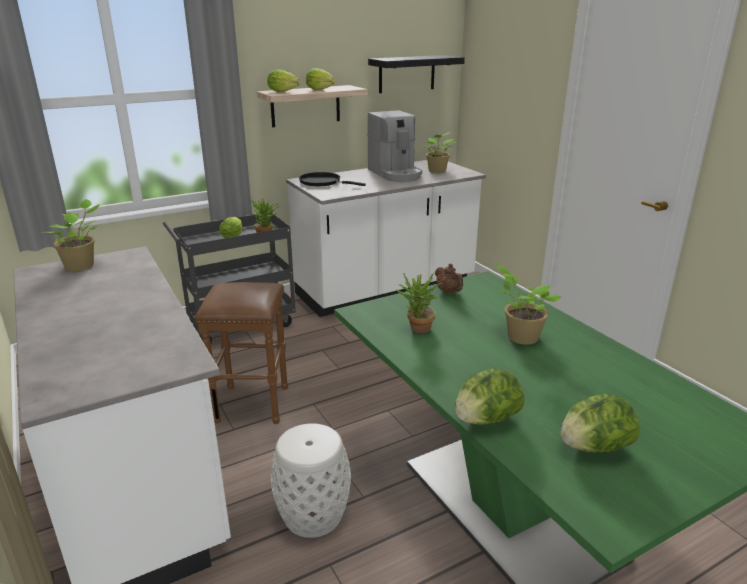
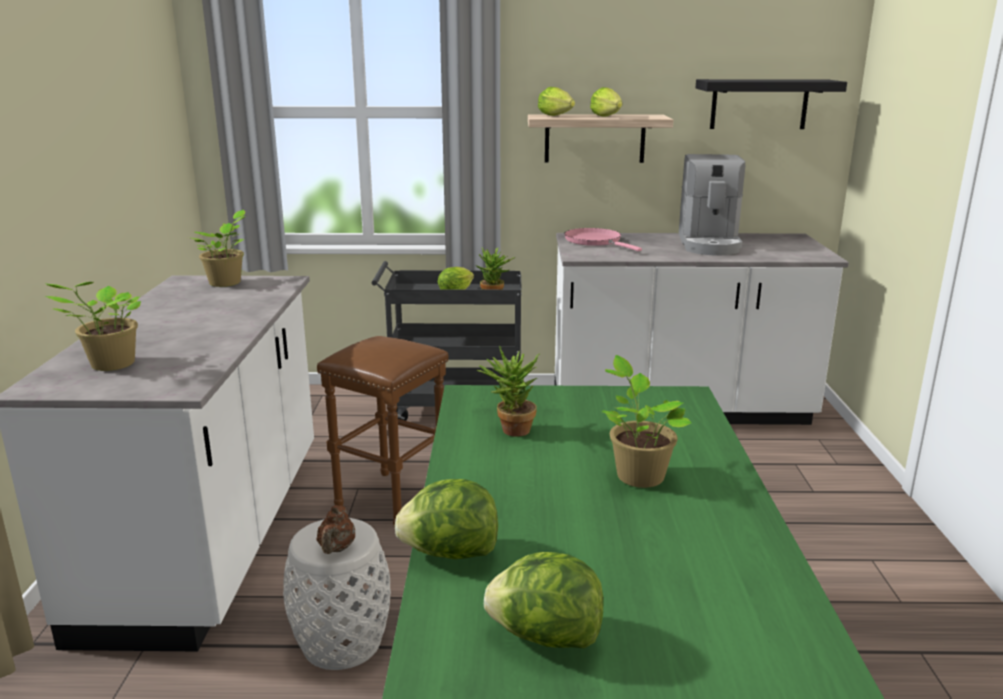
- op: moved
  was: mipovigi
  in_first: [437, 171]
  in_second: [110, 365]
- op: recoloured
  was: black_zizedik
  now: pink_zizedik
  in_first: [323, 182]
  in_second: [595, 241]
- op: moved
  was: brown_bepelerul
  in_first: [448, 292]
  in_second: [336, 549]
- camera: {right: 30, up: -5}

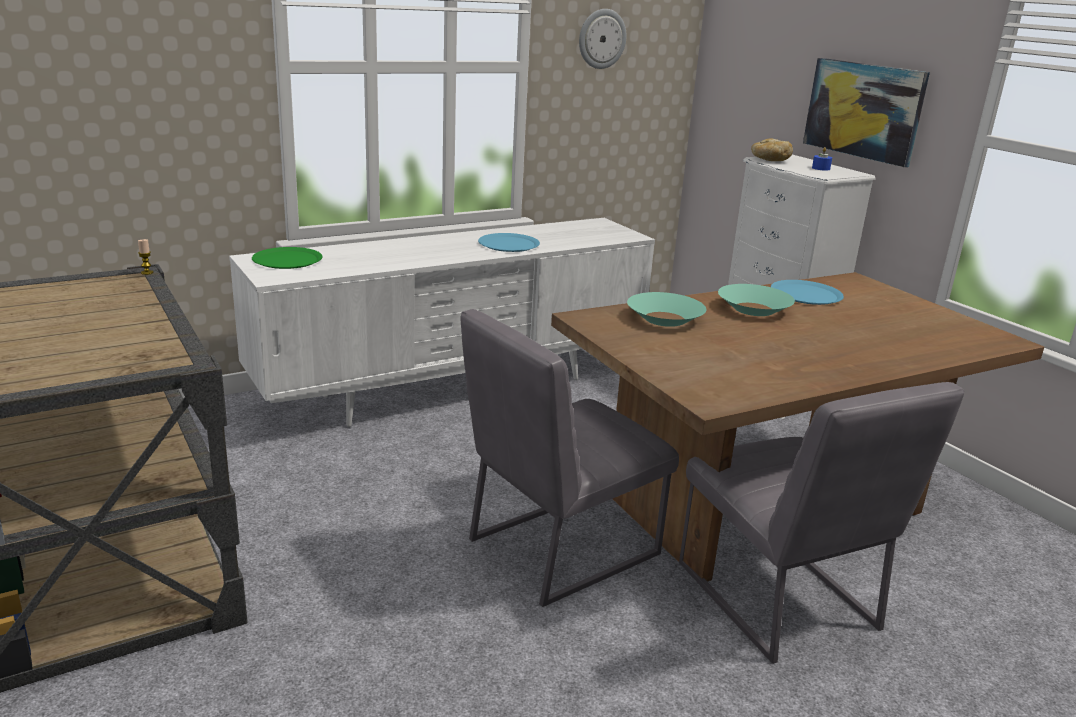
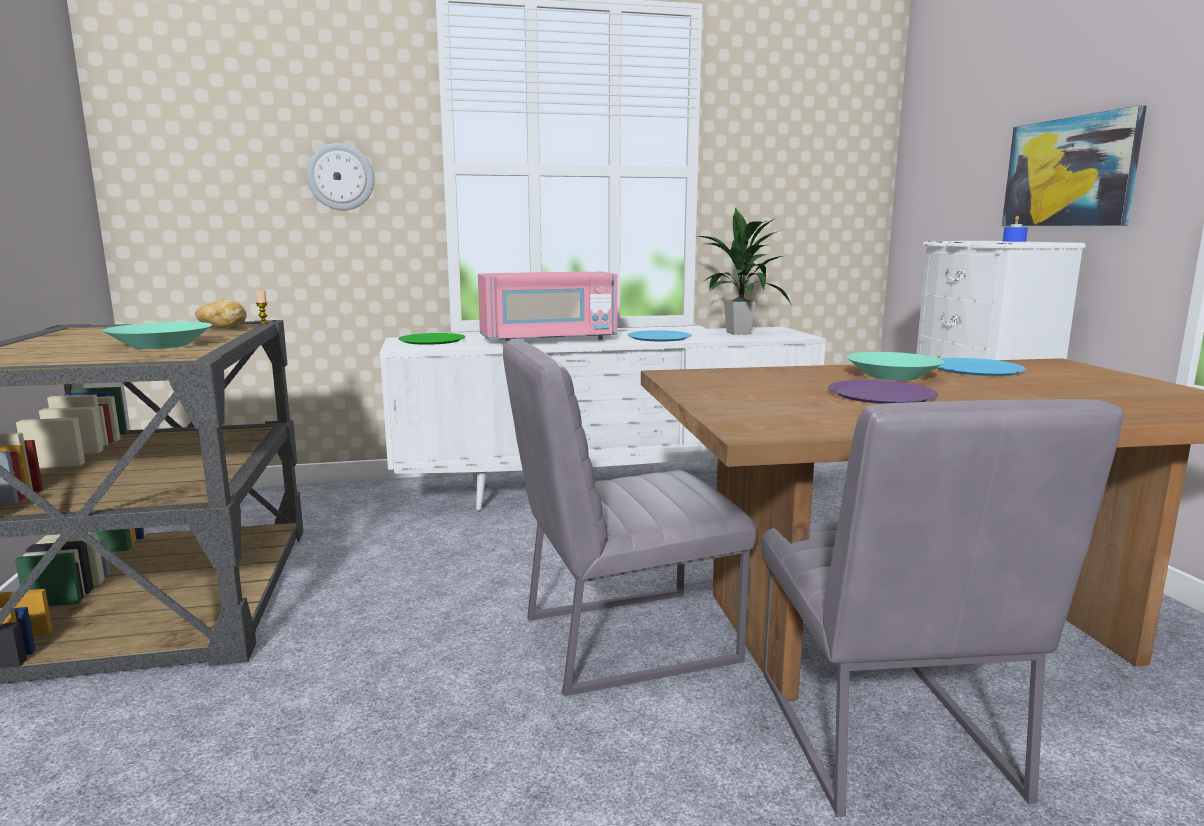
- op: moved
  was: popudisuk
  in_first: [601, 38]
  in_second: [341, 177]
- op: moved
  was: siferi
  in_first: [769, 160]
  in_second: [223, 327]
- op: moved
  was: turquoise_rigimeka
  in_first: [665, 318]
  in_second: [161, 345]
- op: added
  now: mipovigi
  in_second: [738, 333]
- op: added
  now: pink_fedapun
  in_second: [549, 339]
- op: added
  now: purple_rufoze
  in_second: [881, 394]
- camera: {right: 20, up: -10}

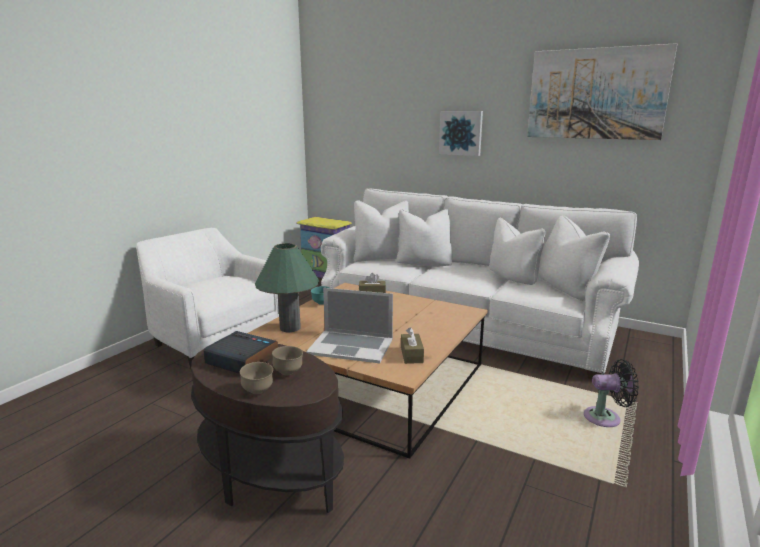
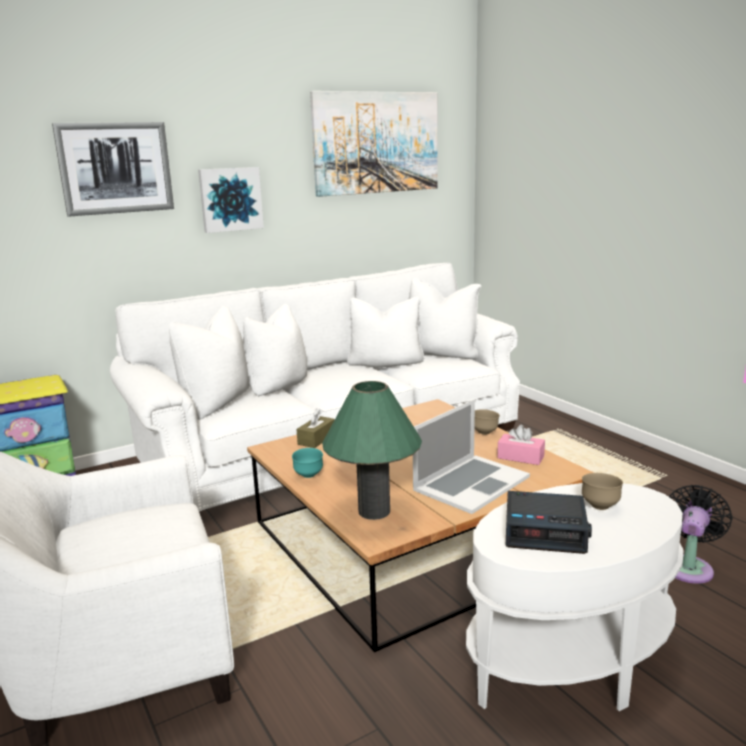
- op: recoloured
  was: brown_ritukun
  now: pink_ritukun
  in_first: [411, 355]
  in_second: [520, 457]
- op: turned
  was: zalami
  in_first: [242, 360]
  in_second: [546, 530]
  clockwise: -135
- op: recoloured
  was: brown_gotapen
  now: white_gotapen
  in_first: [270, 473]
  in_second: [570, 661]
- op: moved
  was: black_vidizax
  in_first: [606, 418]
  in_second: [689, 567]
- op: moved
  was: brown_rigimeka
  in_first: [258, 391]
  in_second: [485, 433]
- op: added
  now: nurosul
  in_second: [115, 168]
- camera: {right: -60, up: 0}

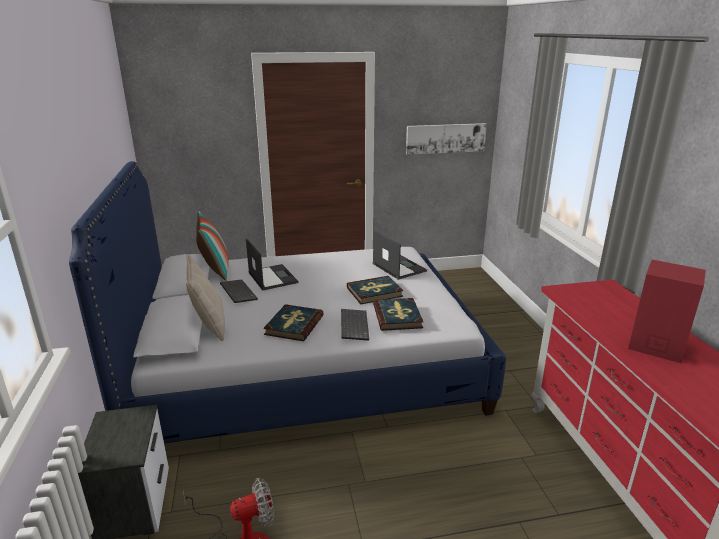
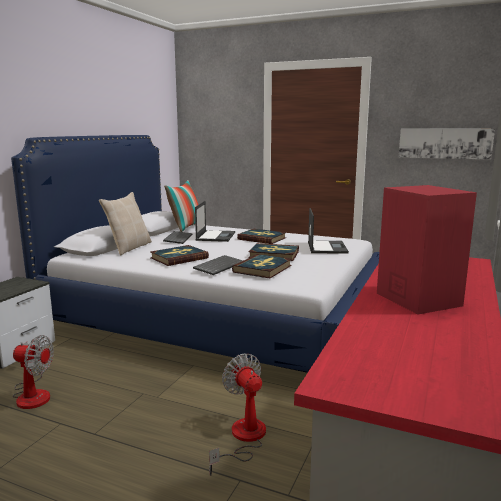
- op: added
  now: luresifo
  in_second: [262, 238]
- op: added
  now: vidizax
  in_second: [243, 438]
- camera: {right: 35, up: -10}

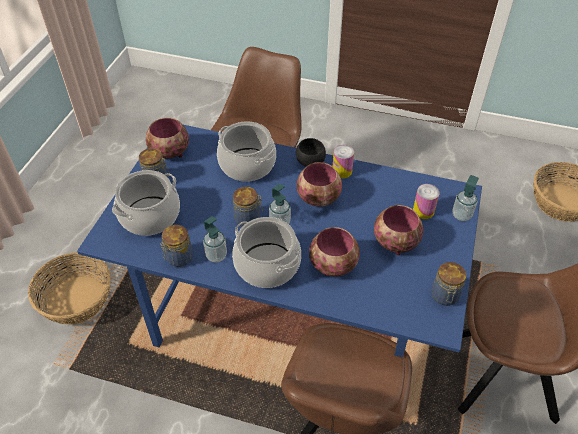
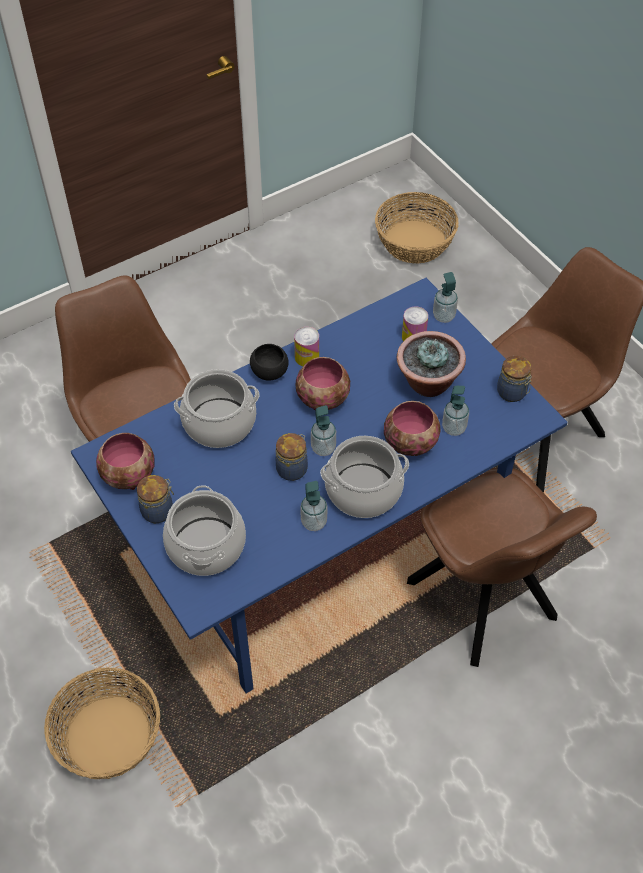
- op: replaced
  was: rigimeka
  now: mipovigi
  in_first: [394, 243]
  in_second: [427, 383]
- op: removed
  was: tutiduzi
  in_first: [178, 258]
- op: added
  now: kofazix
  in_second: [454, 428]
- camera: {right: -50, up: 5}

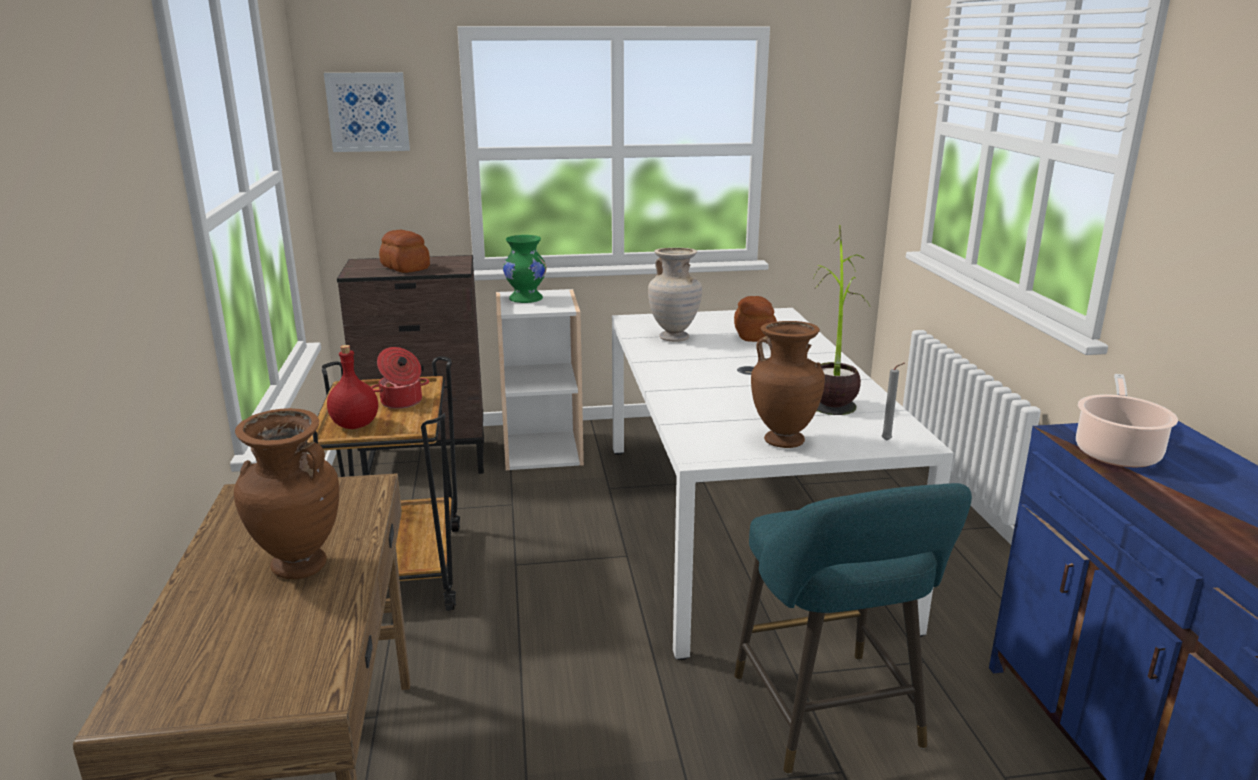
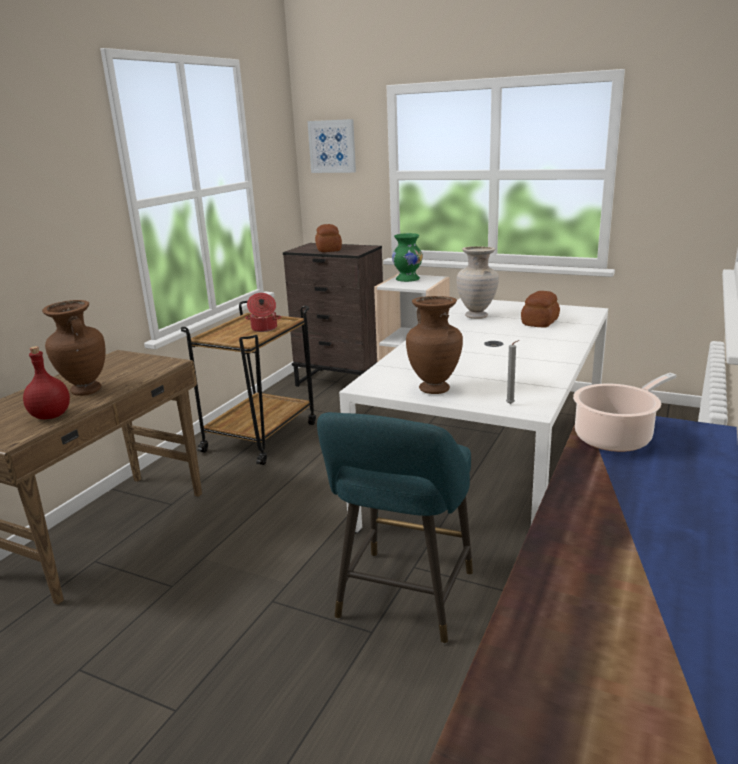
- op: removed
  was: mipovigi
  in_first: [832, 395]
- op: moved
  was: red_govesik
  in_first: [354, 425]
  in_second: [50, 416]
- camera: {right: 35, up: 0}

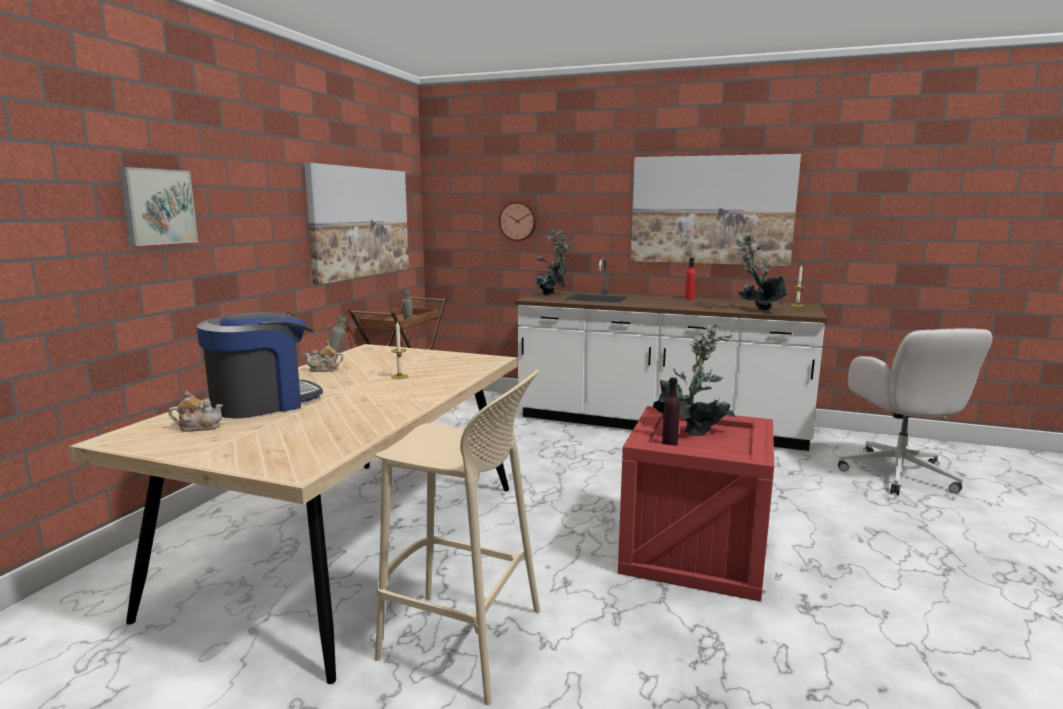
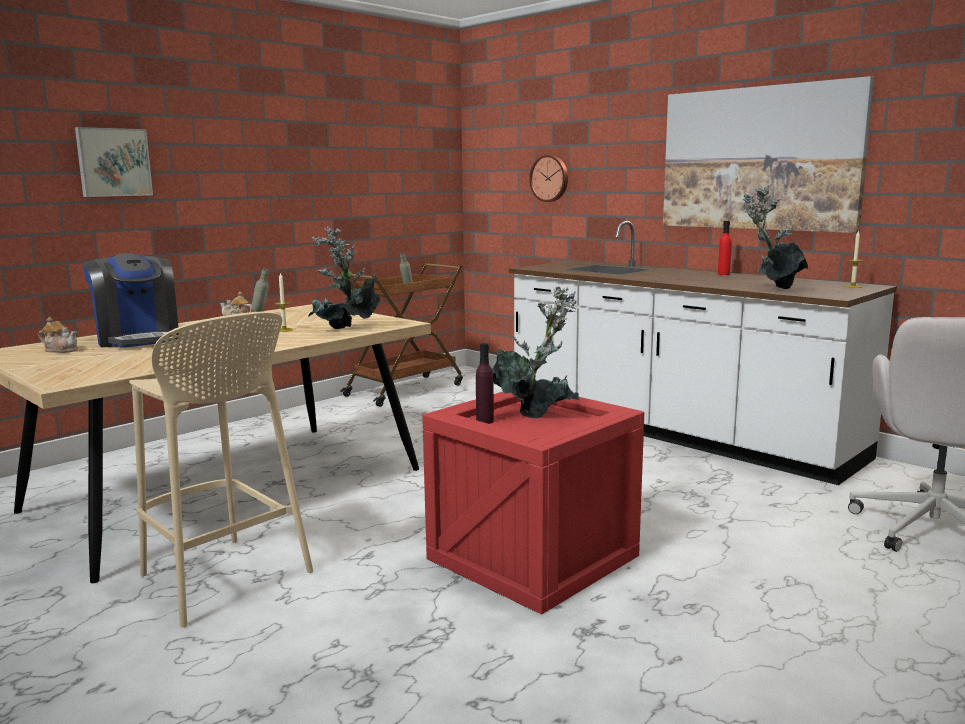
- op: removed
  was: nurosul
  in_first: [360, 222]
- op: moved
  was: mipovigi
  in_first: [552, 295]
  in_second: [345, 330]
- op: turned
  was: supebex
  in_first: [263, 403]
  in_second: [137, 339]
  clockwise: 75
- camera: {right: 25, up: 0}

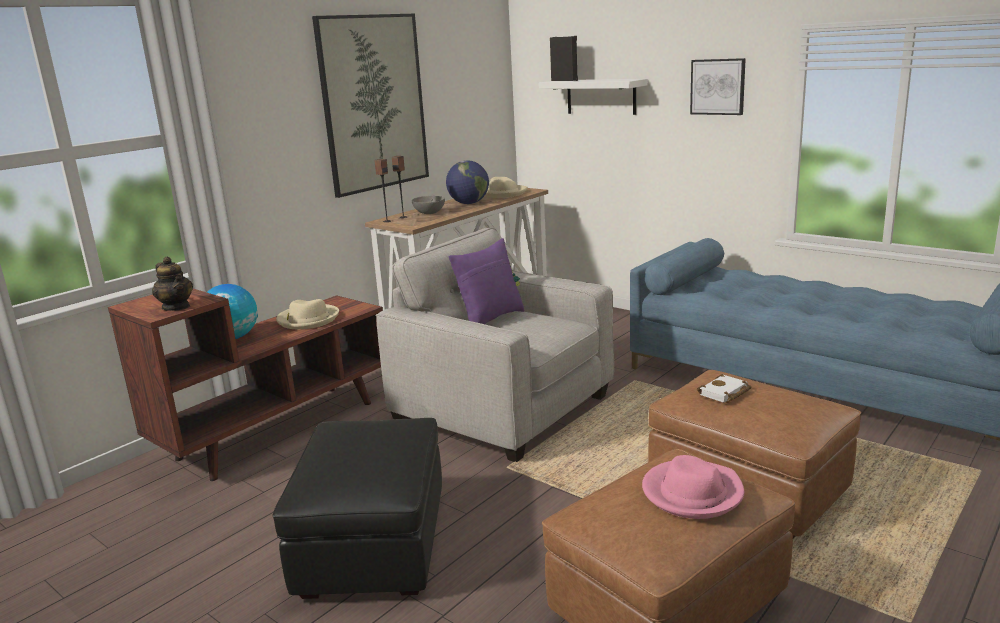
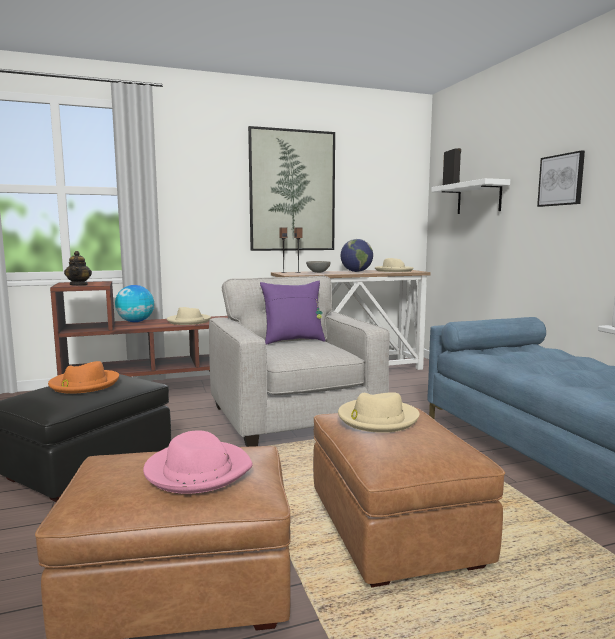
- op: replaced
  was: white_luresifo
  now: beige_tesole
  in_first: [724, 393]
  in_second: [377, 419]
- op: added
  now: orange_tesole
  in_second: [84, 384]
- camera: {right: 30, up: -10}

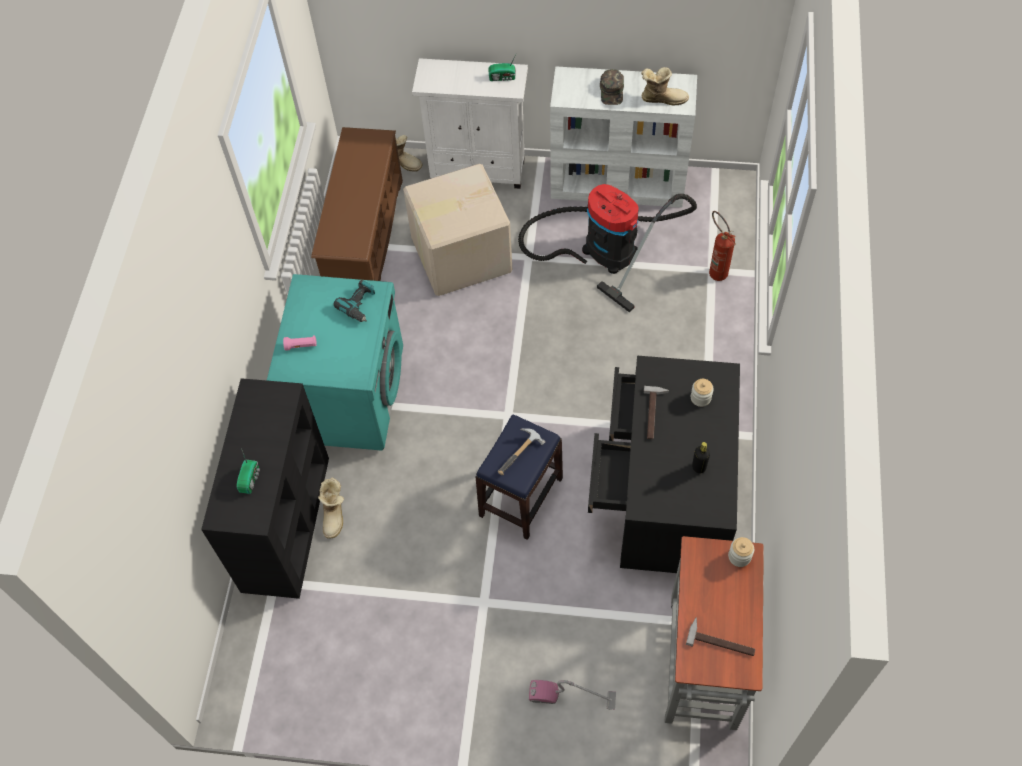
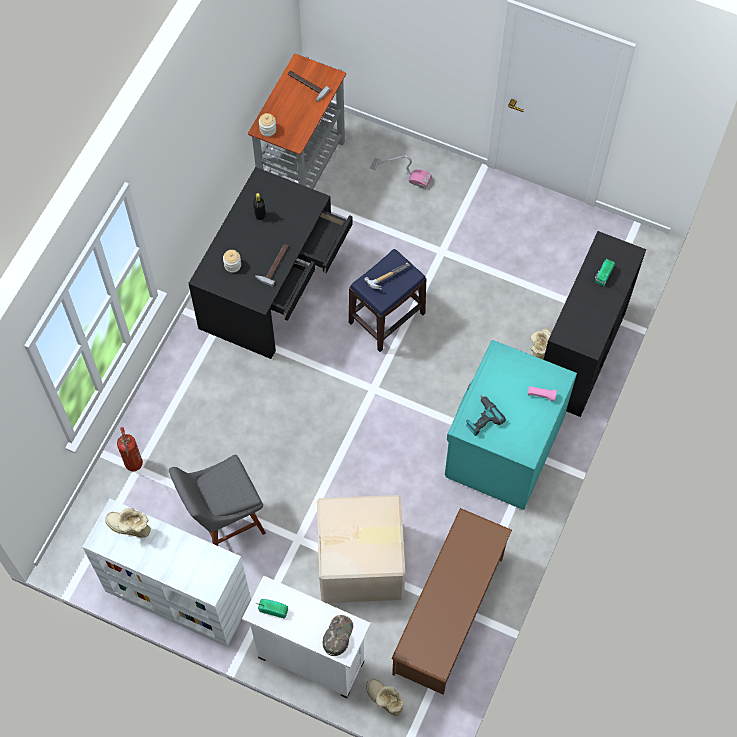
- op: moved
  was: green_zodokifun
  in_first: [612, 91]
  in_second: [337, 635]
- op: replaced
  was: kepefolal
  now: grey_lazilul
  in_first: [604, 249]
  in_second: [224, 524]
- camera: {right: -165, up: 5}

